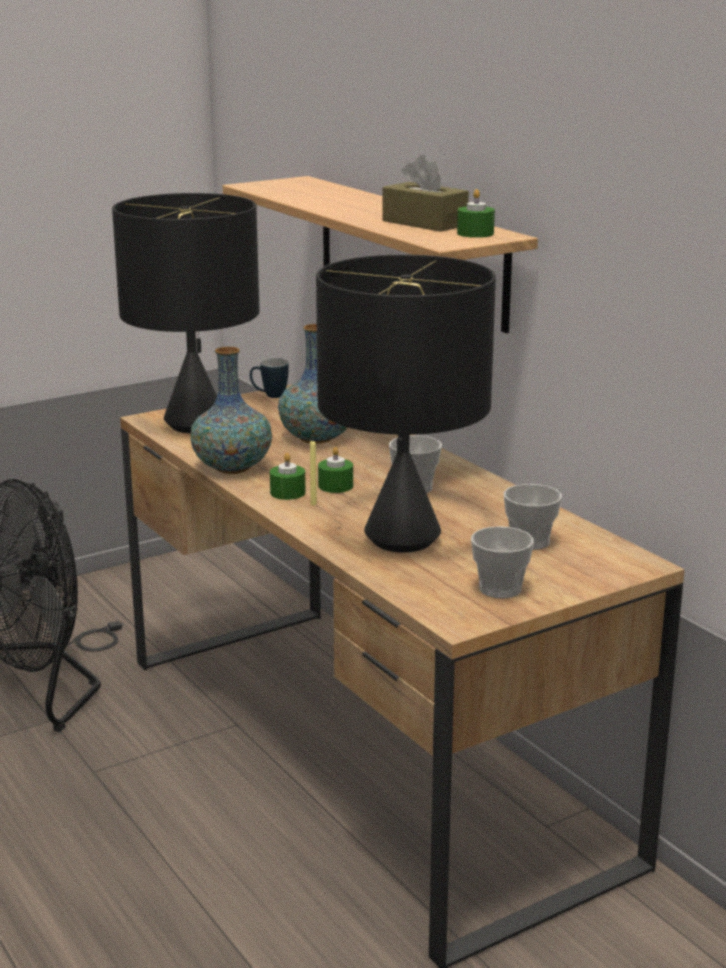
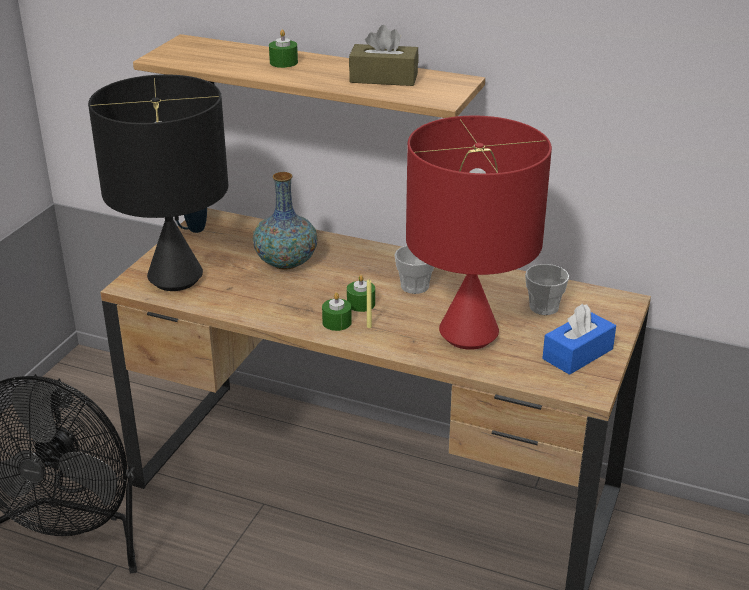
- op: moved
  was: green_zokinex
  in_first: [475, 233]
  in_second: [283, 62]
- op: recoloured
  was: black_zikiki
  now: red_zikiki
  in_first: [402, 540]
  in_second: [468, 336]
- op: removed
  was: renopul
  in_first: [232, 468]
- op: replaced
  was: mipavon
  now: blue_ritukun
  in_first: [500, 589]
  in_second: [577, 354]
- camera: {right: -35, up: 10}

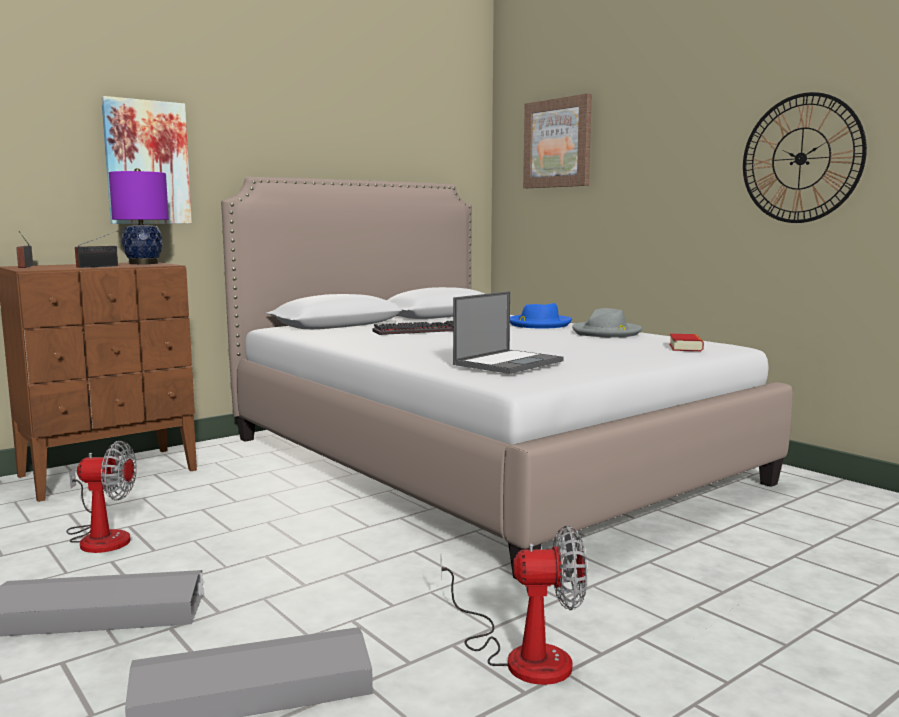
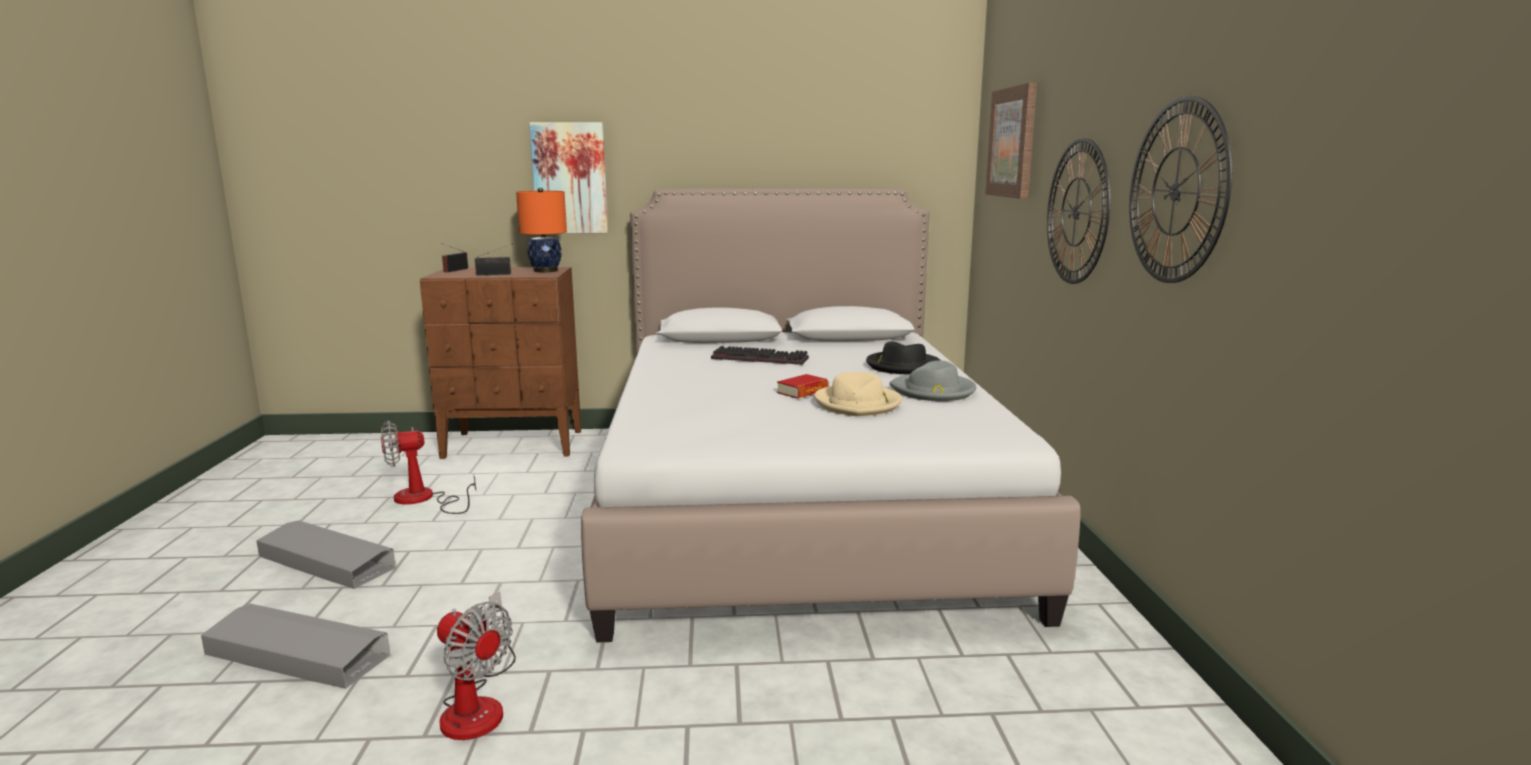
- op: recoloured
  was: purple_zikiki
  now: orange_zikiki
  in_first: [143, 263]
  in_second: [545, 271]
- op: removed
  was: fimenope
  in_first: [509, 362]
- op: recoloured
  was: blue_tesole
  now: black_tesole
  in_first: [538, 324]
  in_second: [902, 366]
- op: moved
  was: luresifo
  in_first: [685, 347]
  in_second: [802, 391]
- op: turned
  was: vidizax
  in_first: [100, 537]
  in_second: [423, 500]
  clockwise: 120
- op: added
  now: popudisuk
  in_second: [1076, 212]
- op: added
  now: beige_tesole
  in_second: [858, 404]
- camera: {right: 35, up: 5}

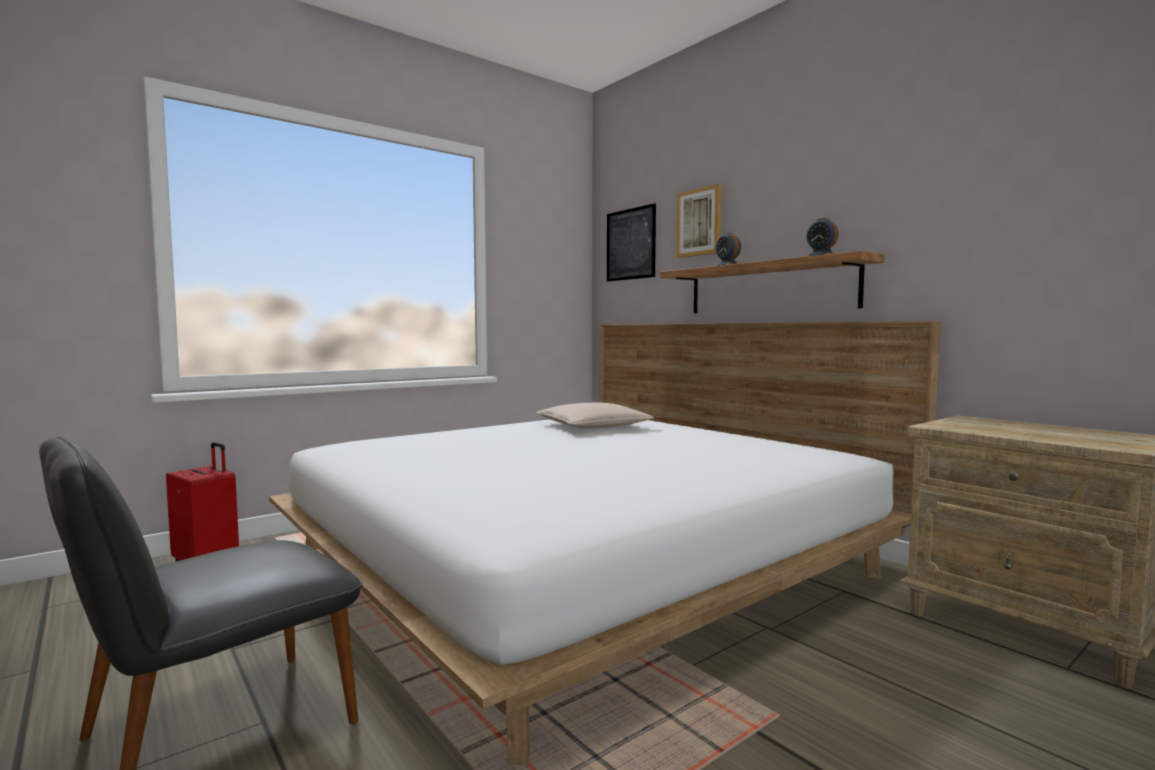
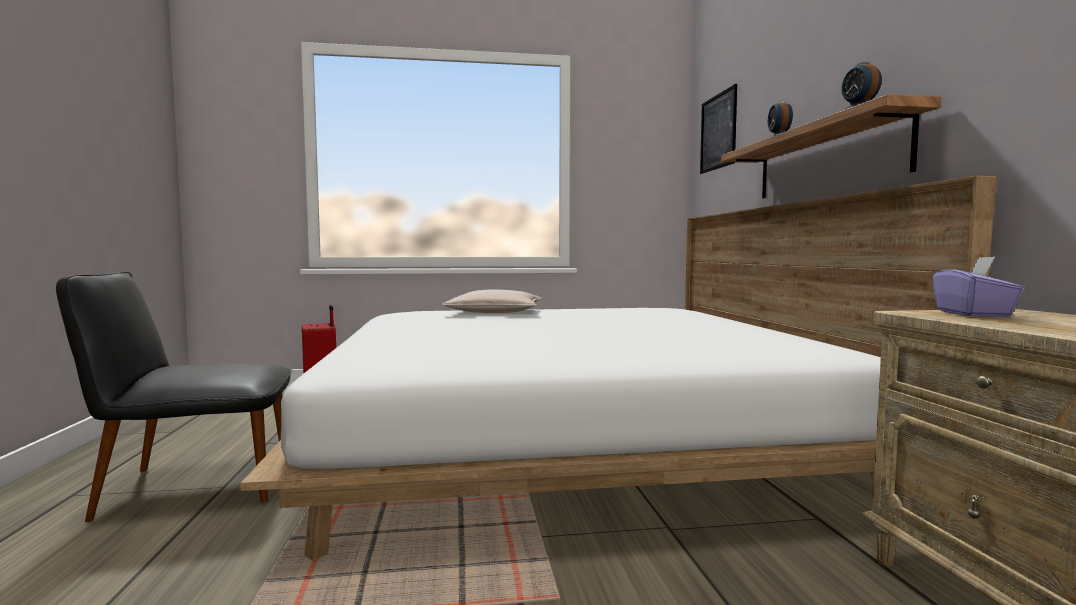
- op: removed
  was: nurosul
  in_first: [699, 222]
- op: moved
  was: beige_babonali
  in_first: [593, 426]
  in_second: [495, 312]
- op: added
  now: purple_ritukun
  in_second: [973, 314]
- camera: {right: 30, up: 0}

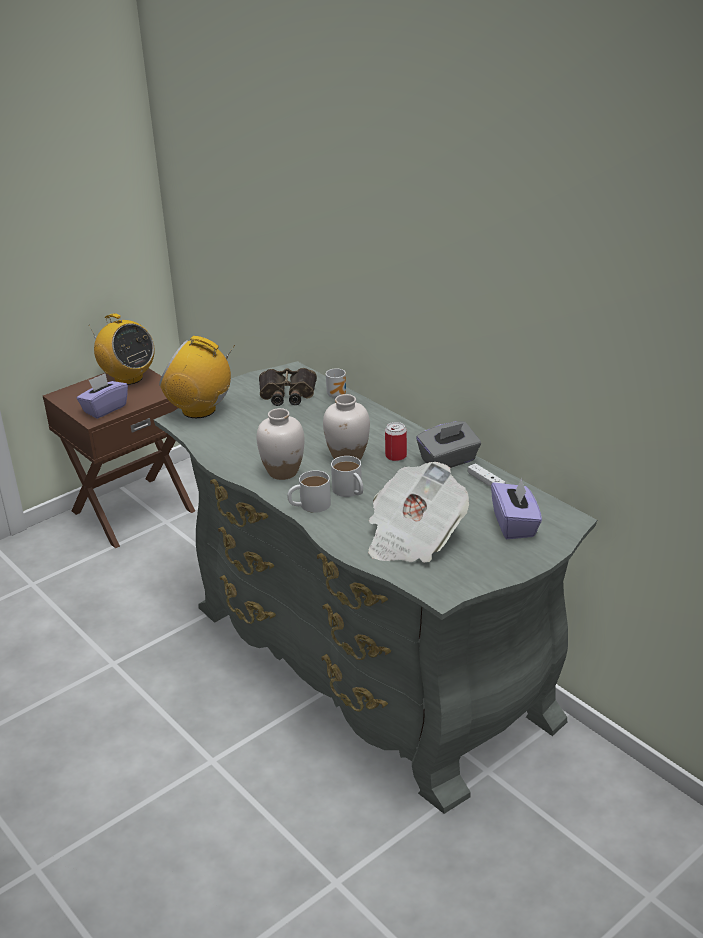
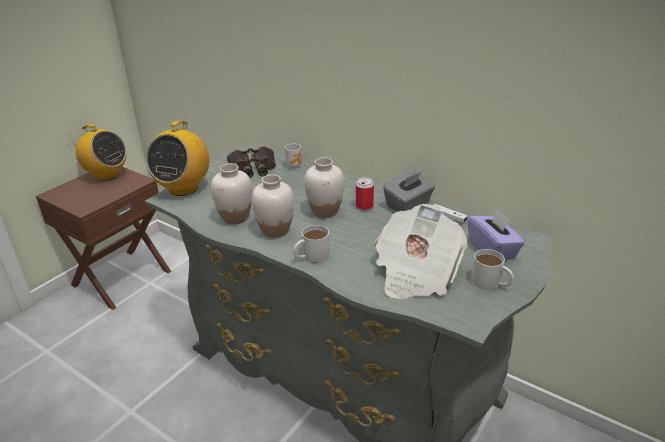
- op: turned
  was: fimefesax
  in_first: [199, 410]
  in_second: [183, 188]
  clockwise: -75
- op: removed
  was: purple_ritukun
  in_first: [104, 409]
- op: moved
  was: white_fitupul
  in_first: [350, 491]
  in_second: [491, 283]
- op: added
  now: white_renopul
  in_second: [235, 218]
- camera: {right: -15, up: 0}

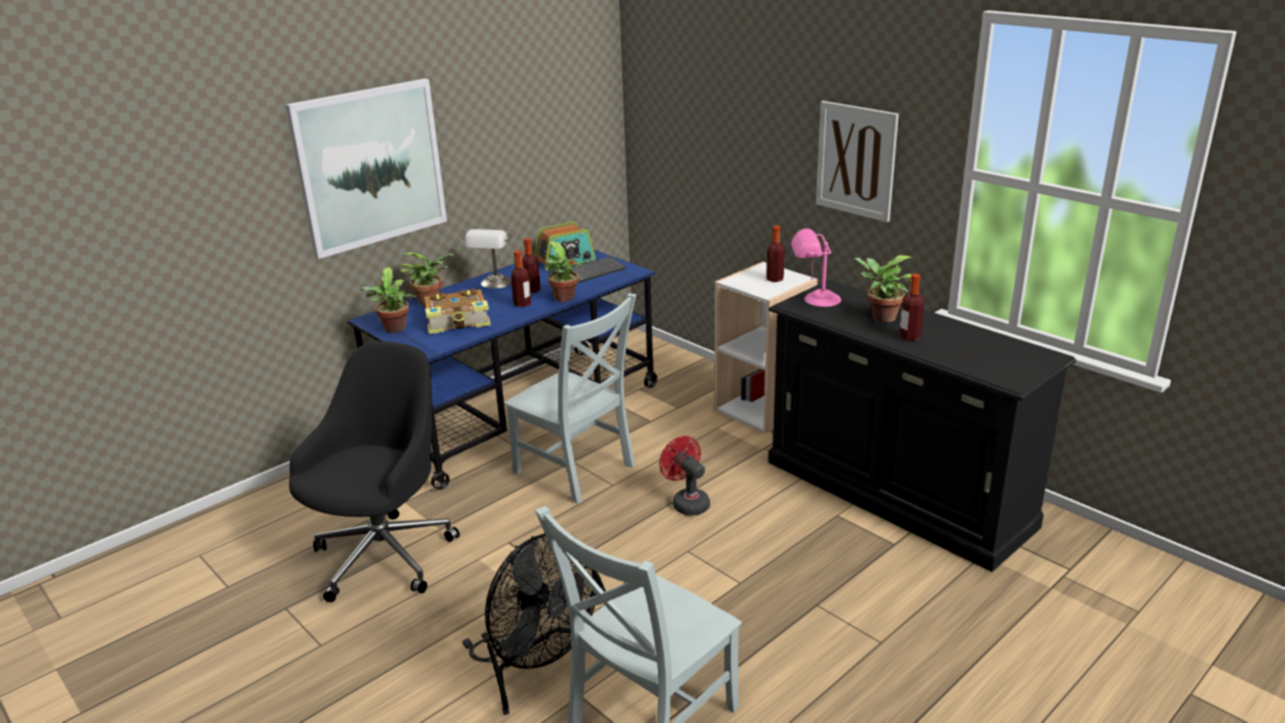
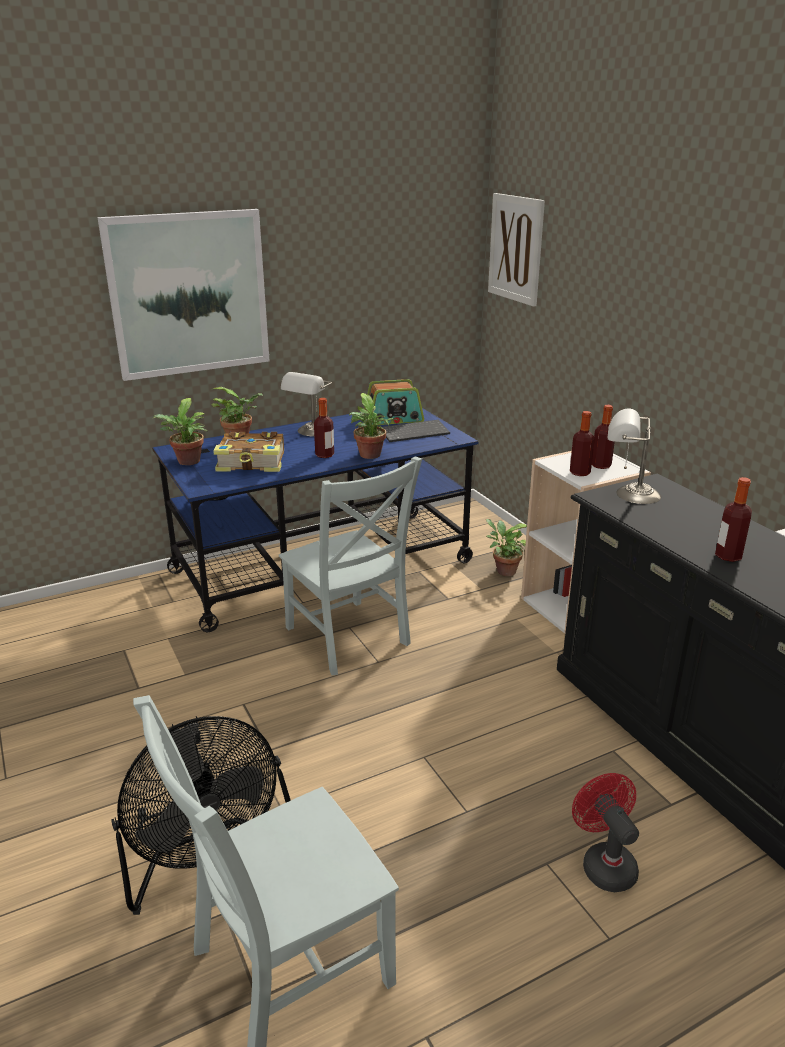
- op: moved
  was: nurosul
  in_first: [856, 160]
  in_second: [516, 248]
- op: recoloured
  was: pink_zikiki
  now: white_zikiki
  in_first: [814, 300]
  in_second: [628, 494]
- op: moved
  was: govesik
  in_first: [531, 290]
  in_second: [579, 473]
- op: moved
  was: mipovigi
  in_first: [880, 318]
  in_second: [503, 571]
- op: removed
  was: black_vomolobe
  in_first: [385, 556]
- op: moved
  was: red_vidizax
  in_first: [687, 502]
  in_second: [604, 863]
- camera: {right: 15, up: 0}

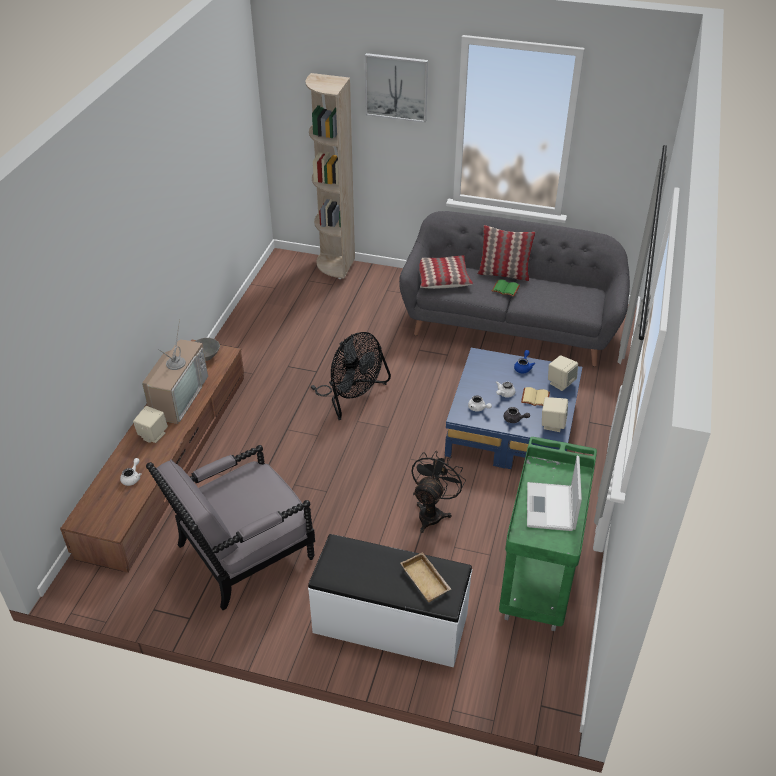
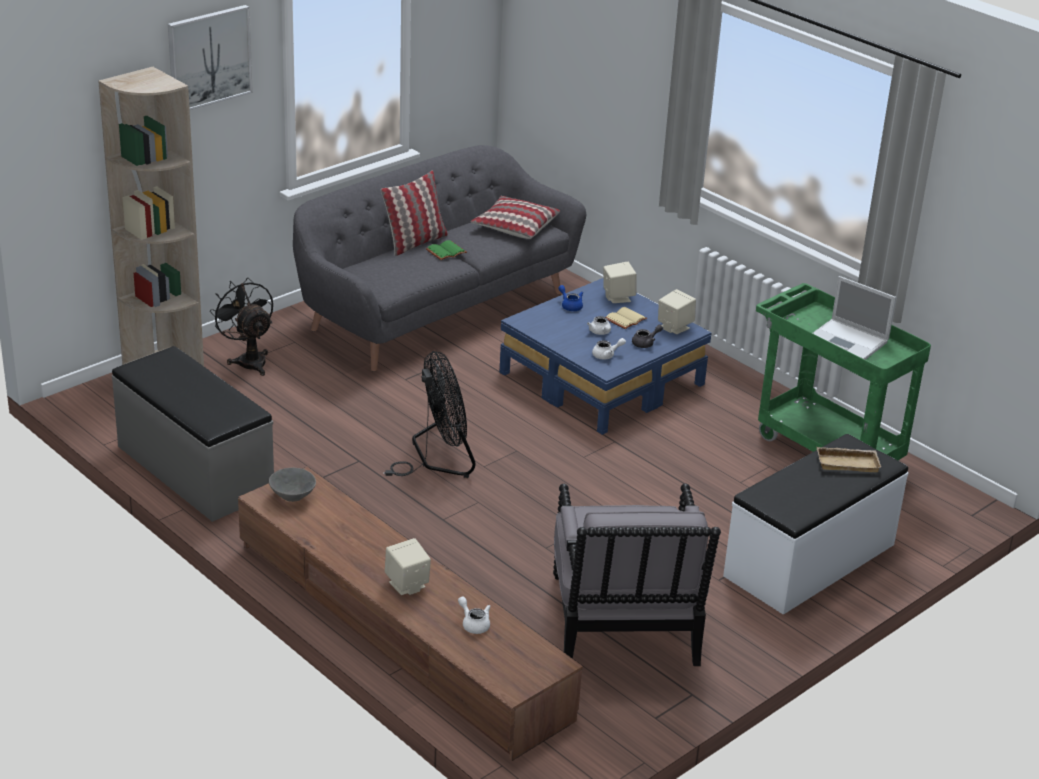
- op: moved
  was: babonali
  in_first: [442, 278]
  in_second: [515, 227]
- op: removed
  was: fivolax
  in_first: [177, 396]
- op: moved
  was: black_vidizax
  in_first: [432, 512]
  in_second: [248, 360]
- op: added
  now: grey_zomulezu
  in_second: [194, 470]
- camera: {right: -60, up: -10}

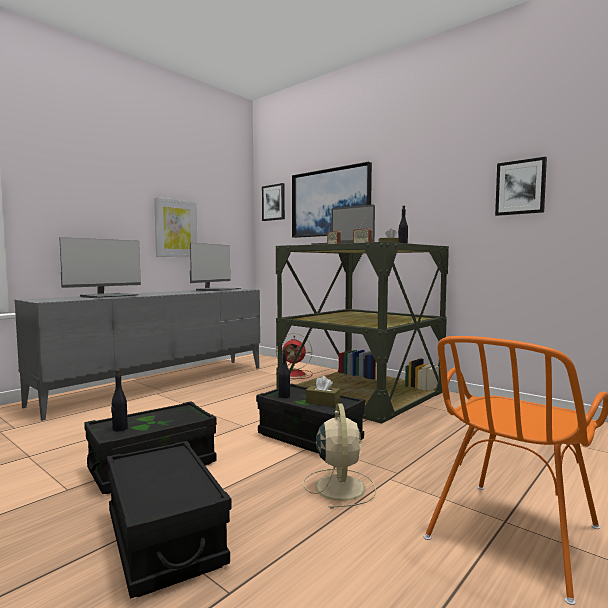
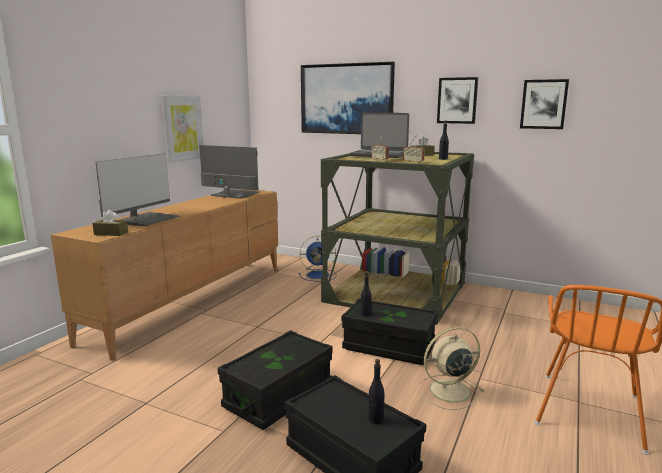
- op: moved
  was: nurosul
  in_first: [273, 202]
  in_second: [457, 100]
- op: turned
  was: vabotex
  in_first: [218, 290]
  in_second: [234, 195]
  clockwise: -75
- op: recoloured
  was: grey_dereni
  now: brown_dereni
  in_first: [159, 384]
  in_second: [193, 301]
- op: recoloured
  was: red_vidizax
  now: blue_vidizax
  in_first: [295, 374]
  in_second: [319, 275]
- op: moved
  was: black_govesik
  in_first: [119, 429]
  in_second: [375, 419]
- op: moved
  was: brown_ritukun
  in_first: [322, 402]
  in_second: [111, 233]
- op: turned
  was: beige_vidizax
  in_first: [339, 486]
  in_second: [448, 391]
  clockwise: -90
- camera: {right: -15, up: 10}

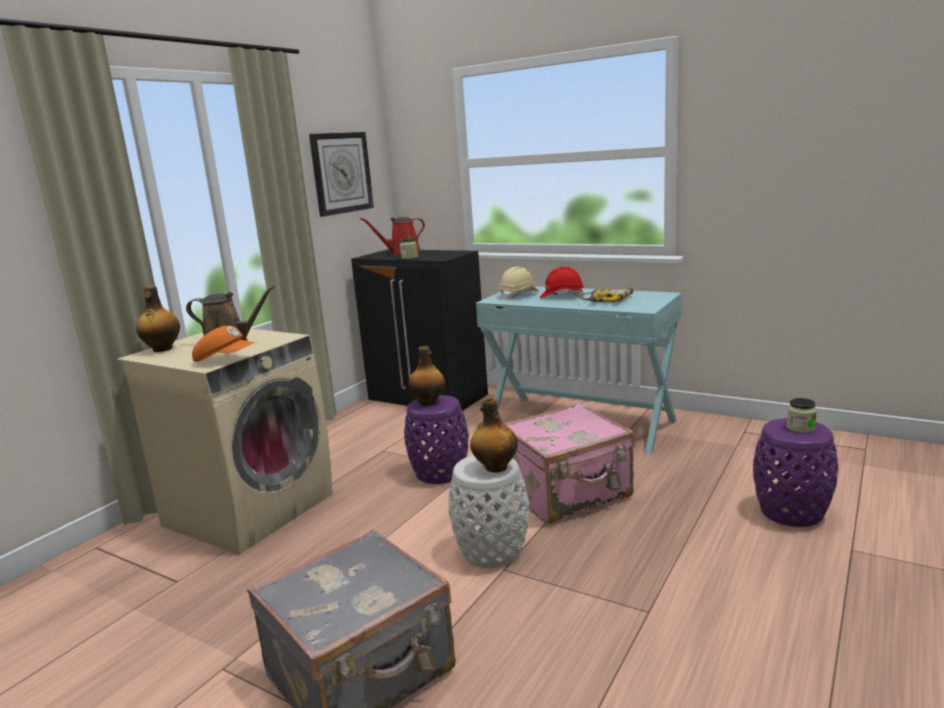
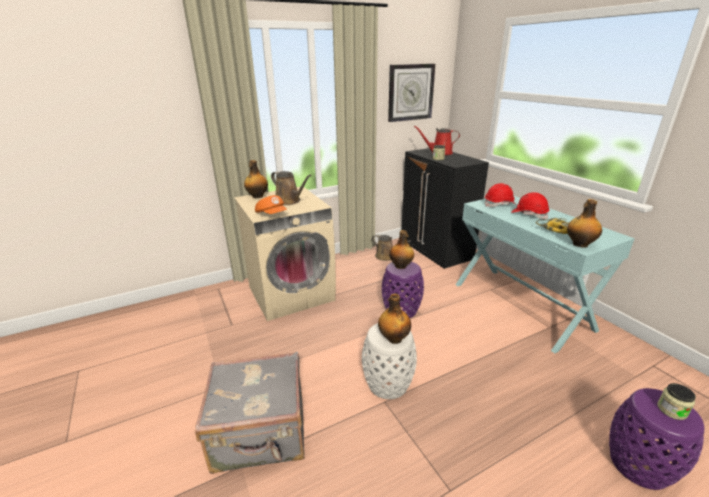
- op: recoloured
  was: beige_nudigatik
  now: red_nudigatik
  in_first: [519, 295]
  in_second: [500, 204]
- op: removed
  was: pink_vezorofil
  in_first: [567, 494]
- op: added
  now: govesik
  in_second: [579, 244]
- op: added
  now: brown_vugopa
  in_second: [386, 257]
- camera: {right: 30, up: 10}

